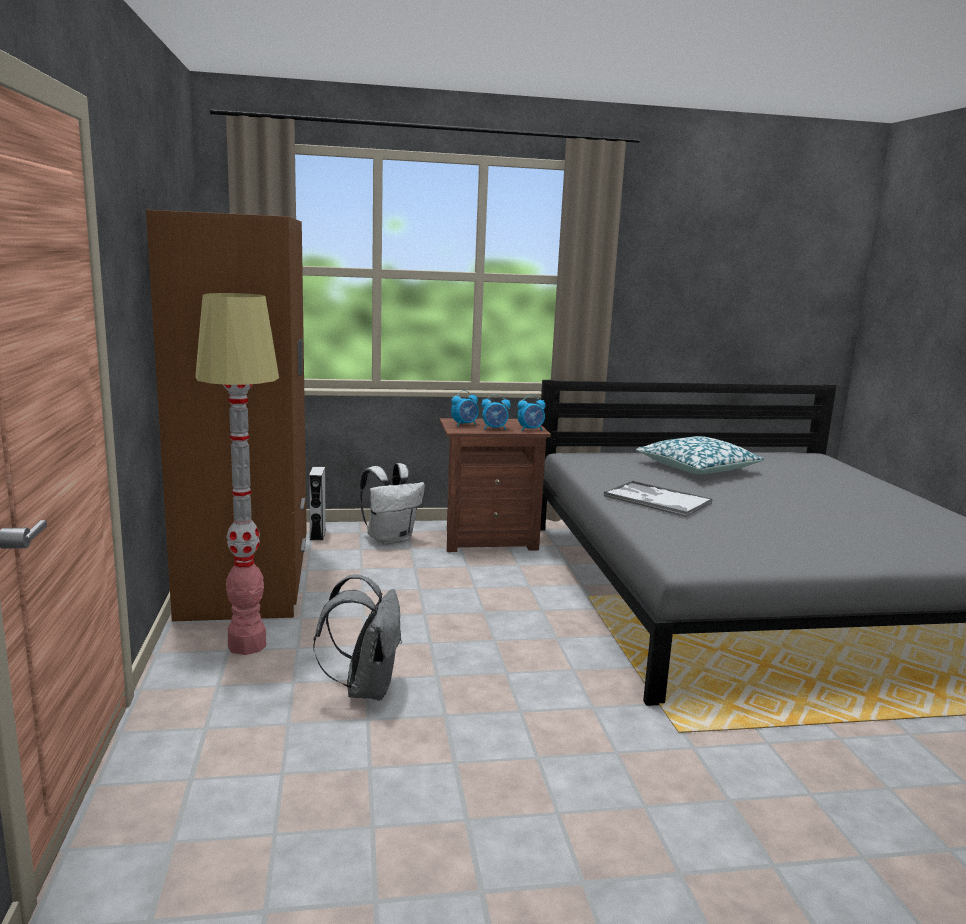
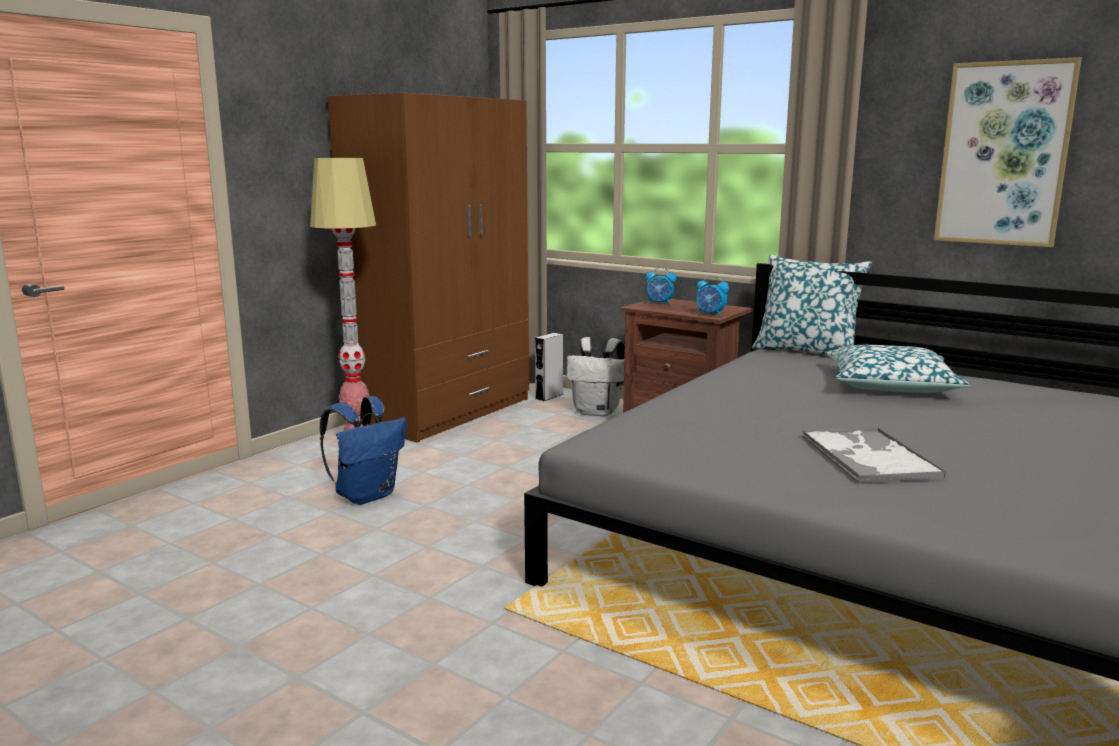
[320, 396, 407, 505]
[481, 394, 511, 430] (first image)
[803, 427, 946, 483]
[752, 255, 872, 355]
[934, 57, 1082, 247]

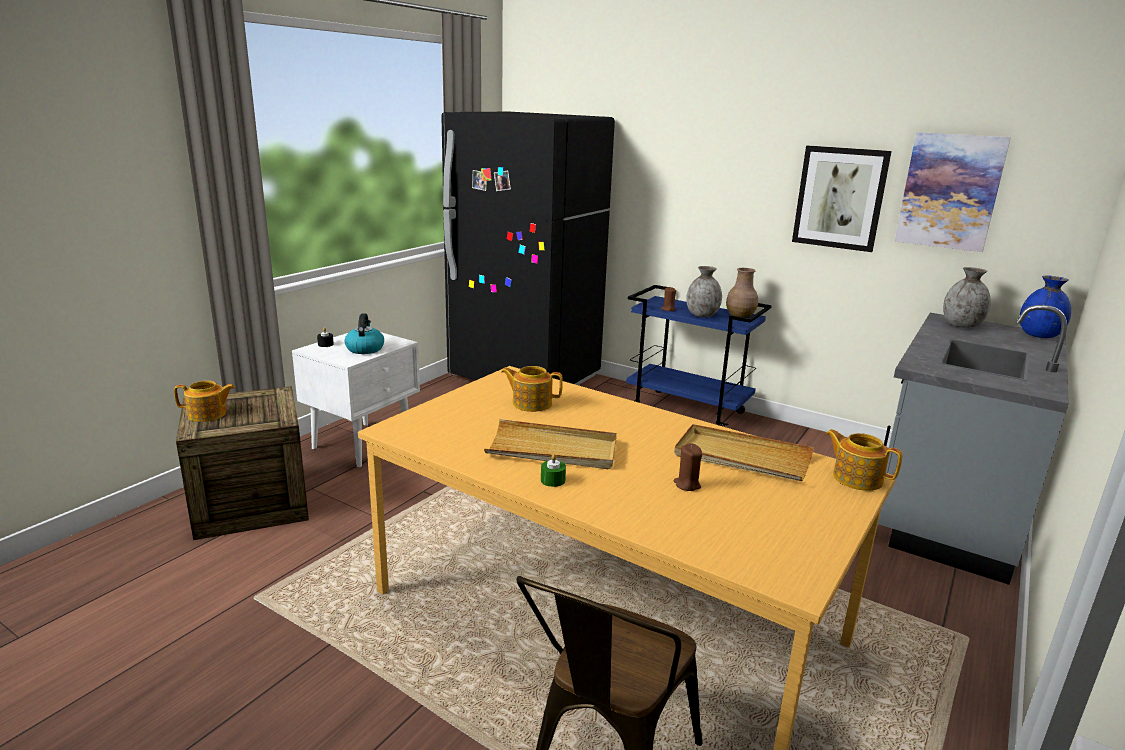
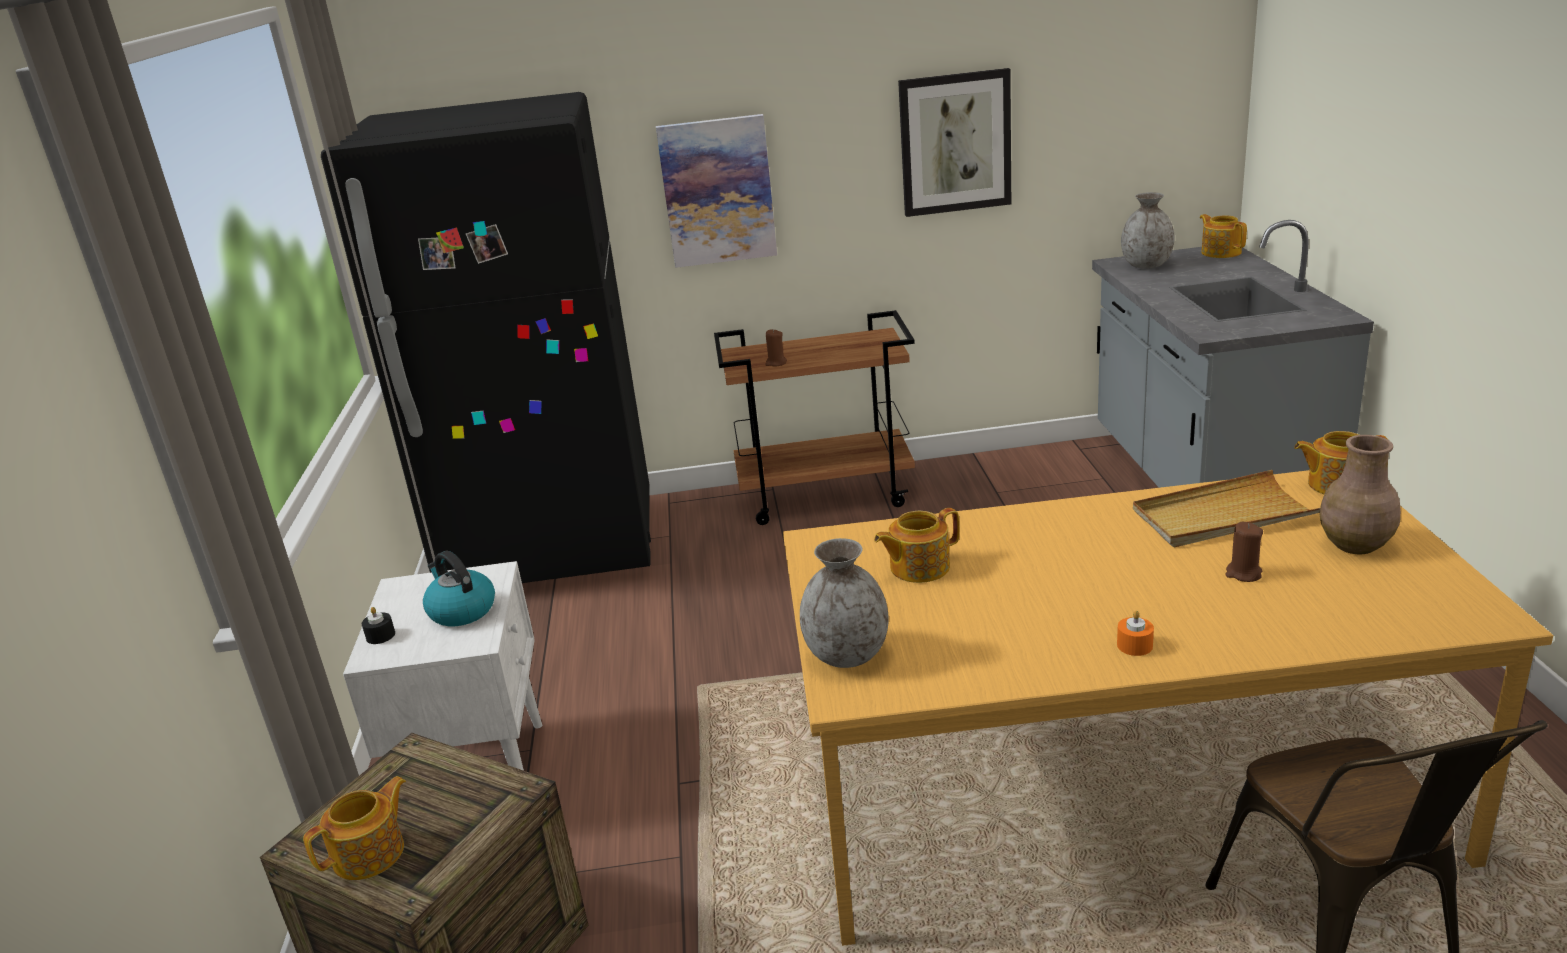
[484, 419, 617, 469] (first image)
[1117, 610, 1154, 656]
[714, 310, 915, 525]
[800, 538, 889, 668]
[1319, 435, 1401, 554]
[656, 114, 777, 268]
[1200, 214, 1247, 258]

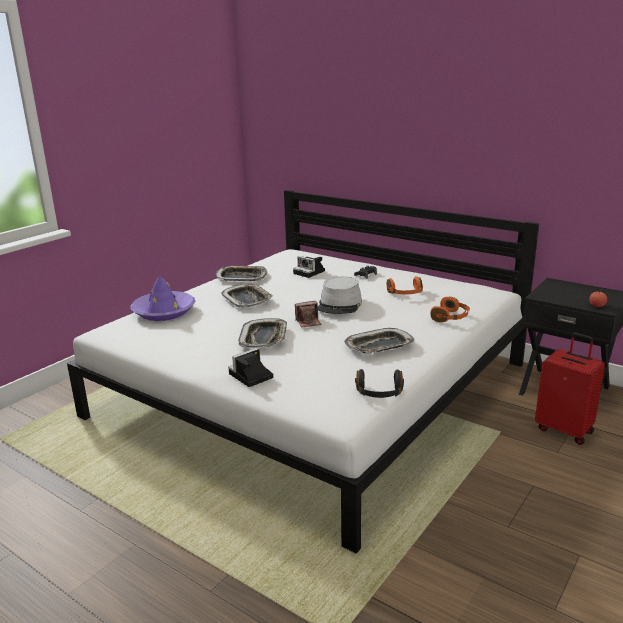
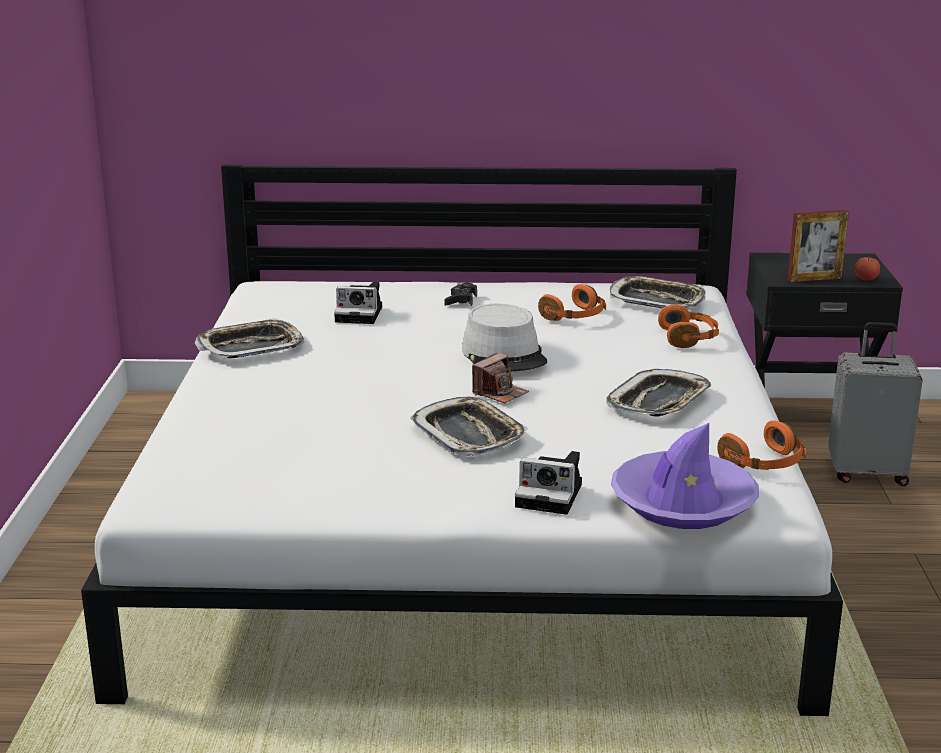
[611, 423, 759, 529]
[610, 276, 706, 310]
[515, 451, 582, 515]
[717, 421, 806, 470]
[828, 322, 923, 486]
[788, 210, 849, 282]

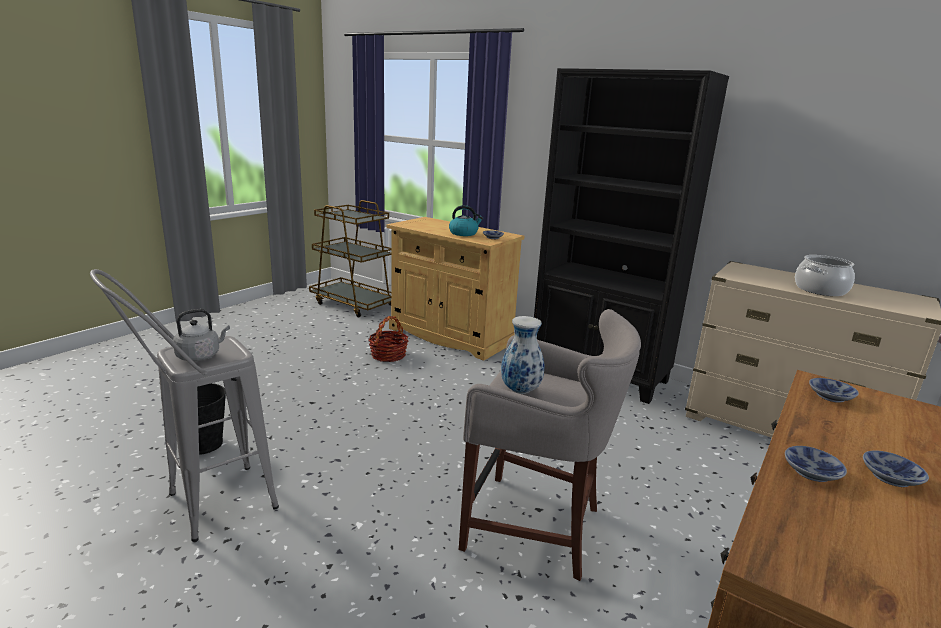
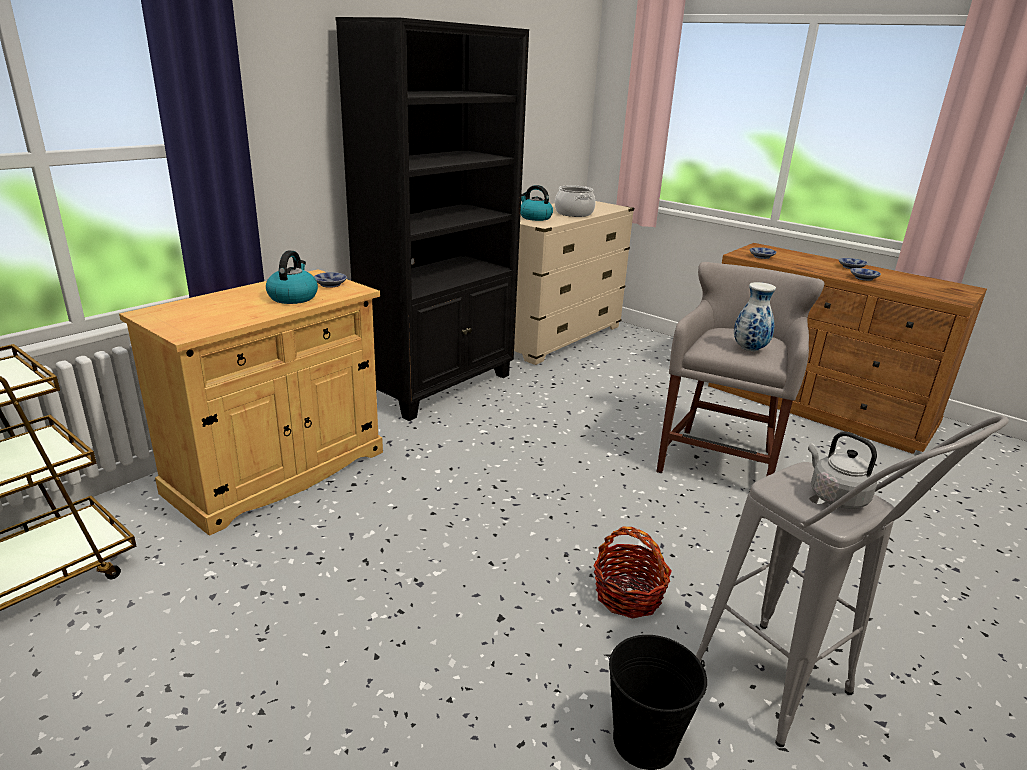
[593, 526, 672, 619]
[521, 185, 553, 221]

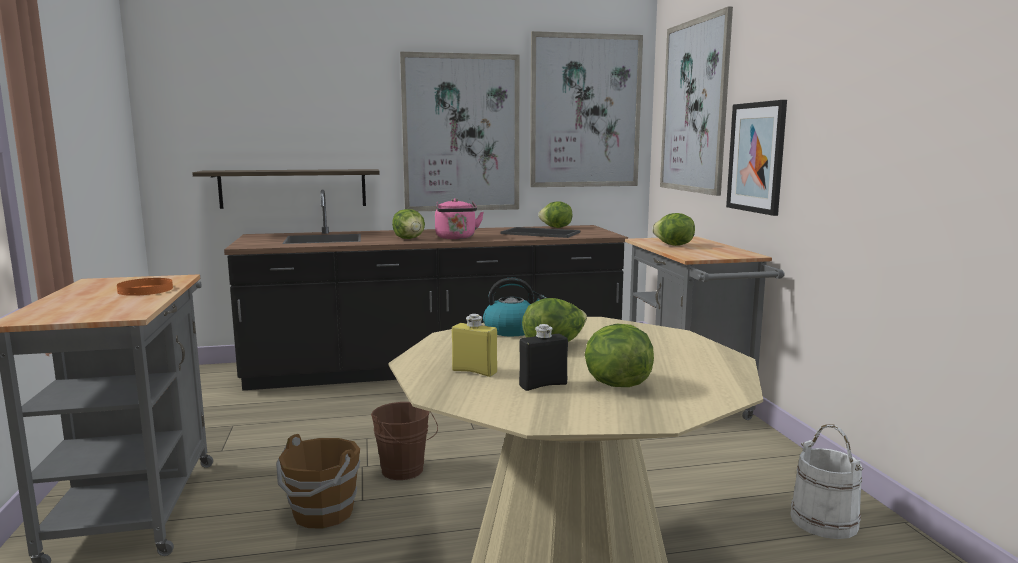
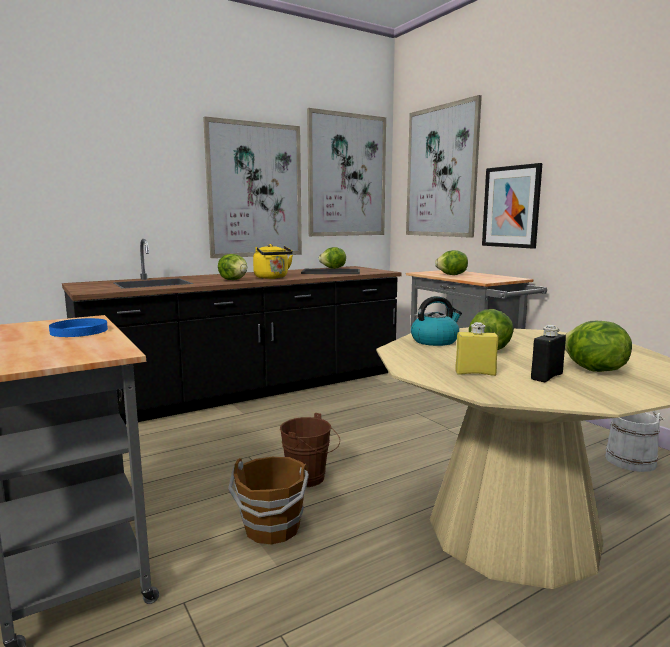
[49, 318, 108, 337]
[192, 169, 380, 209] (first image)
[253, 244, 293, 279]

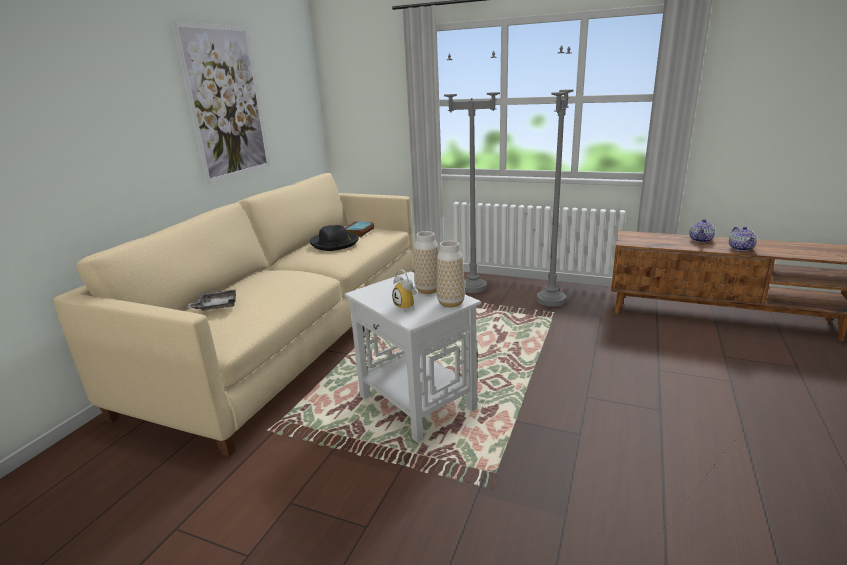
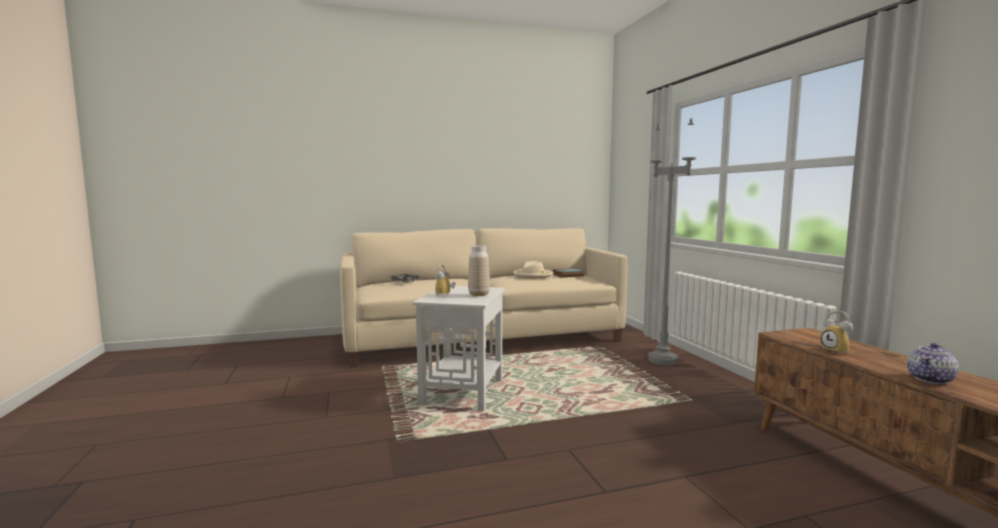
[172, 21, 270, 184] (first image)
[513, 261, 553, 279]
[436, 241, 465, 308] (first image)
[537, 45, 573, 307] (first image)
[690, 219, 715, 243] (first image)
[821, 311, 853, 354]

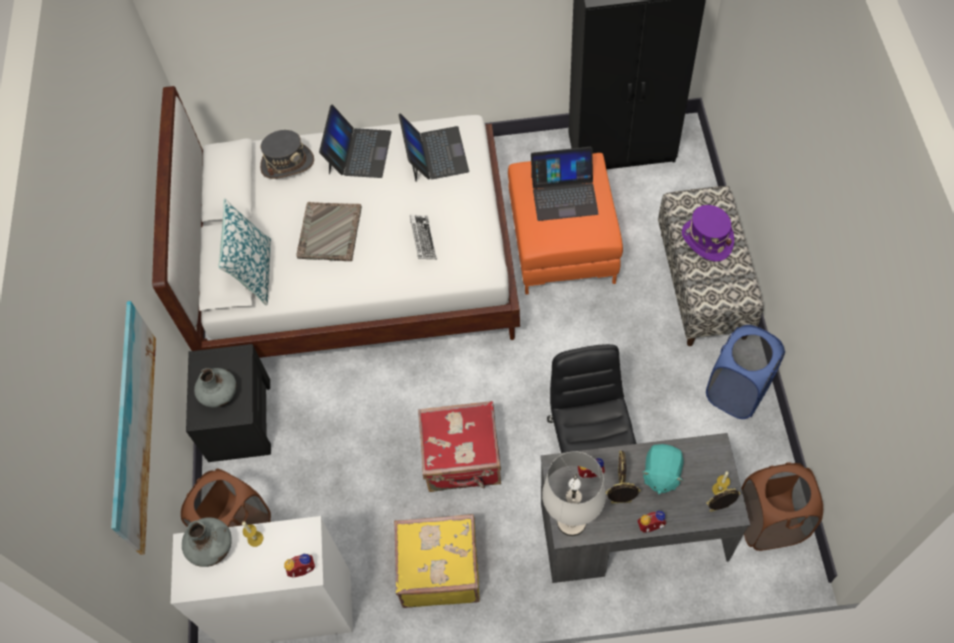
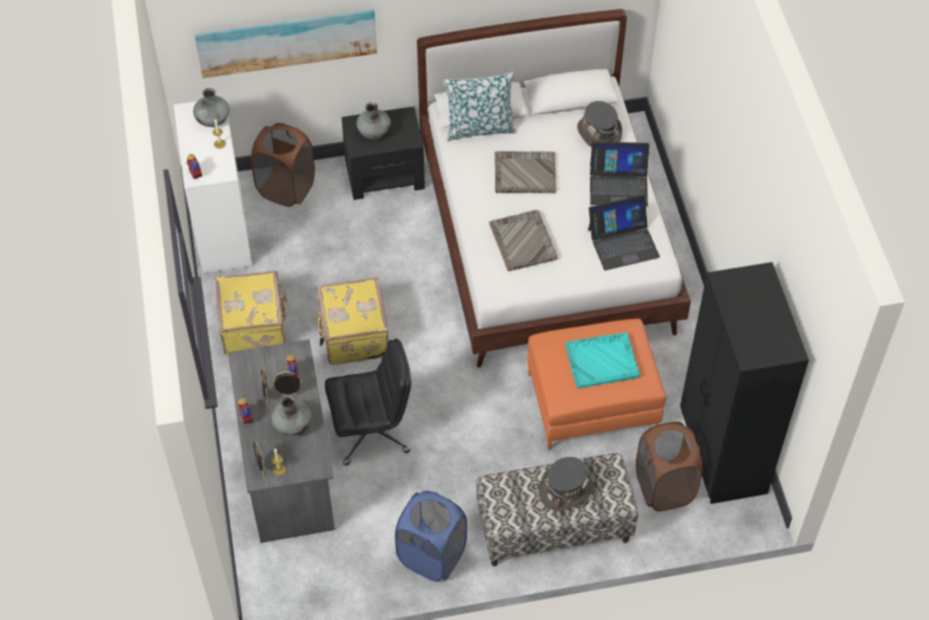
[489, 210, 558, 271]
[316, 277, 389, 365]
[565, 332, 640, 388]
[542, 452, 606, 536] (first image)
[271, 395, 311, 436]
[539, 457, 593, 511]
[636, 422, 702, 511]

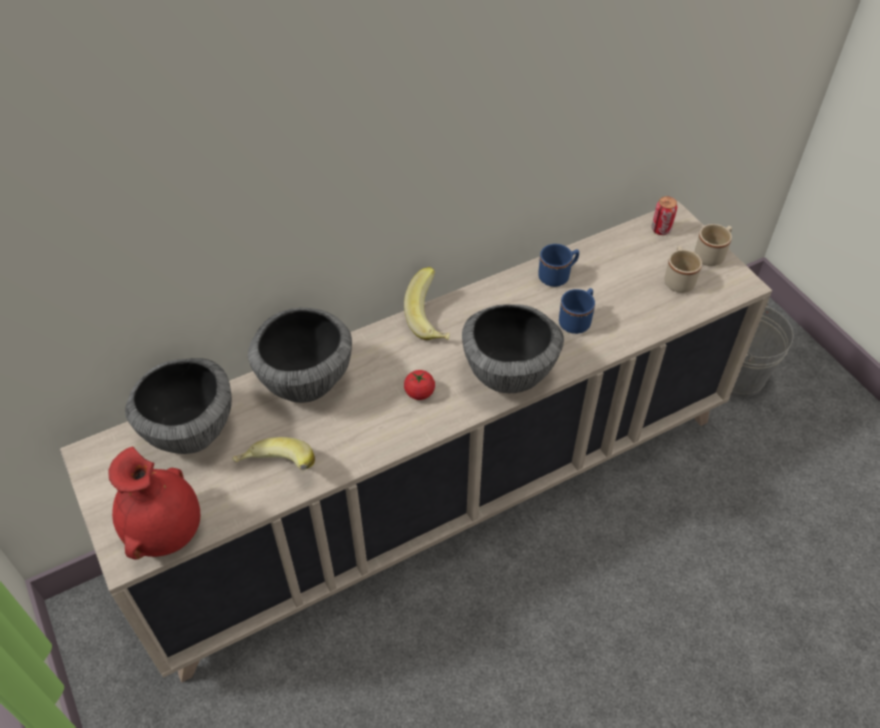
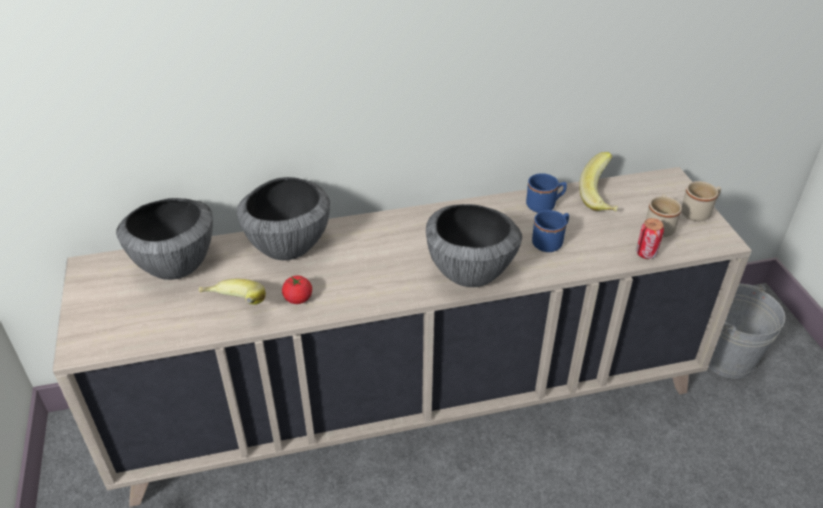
[109, 446, 200, 559] (first image)
[579, 152, 618, 212]
[282, 276, 312, 304]
[636, 218, 664, 259]

